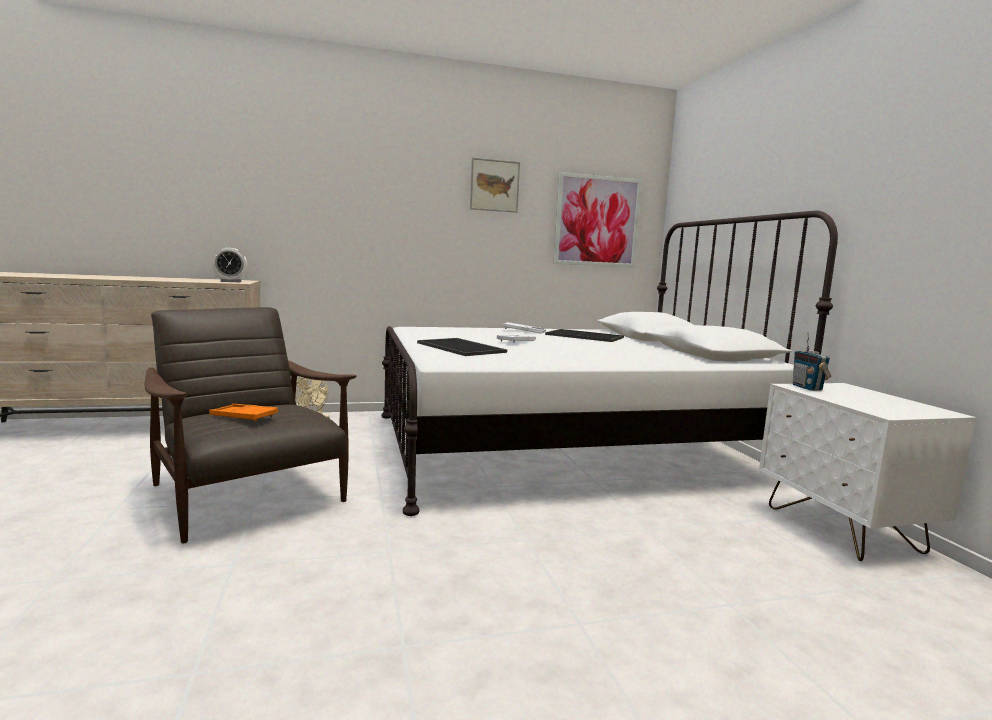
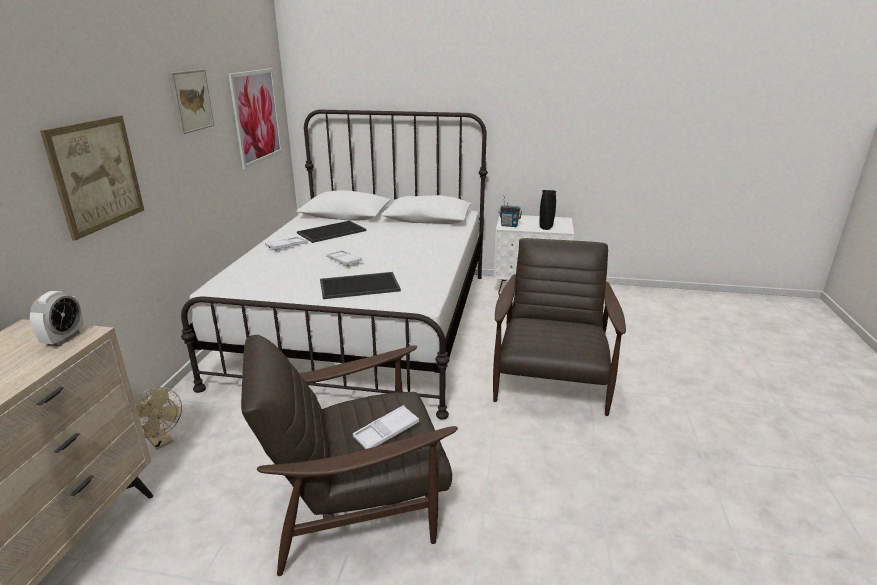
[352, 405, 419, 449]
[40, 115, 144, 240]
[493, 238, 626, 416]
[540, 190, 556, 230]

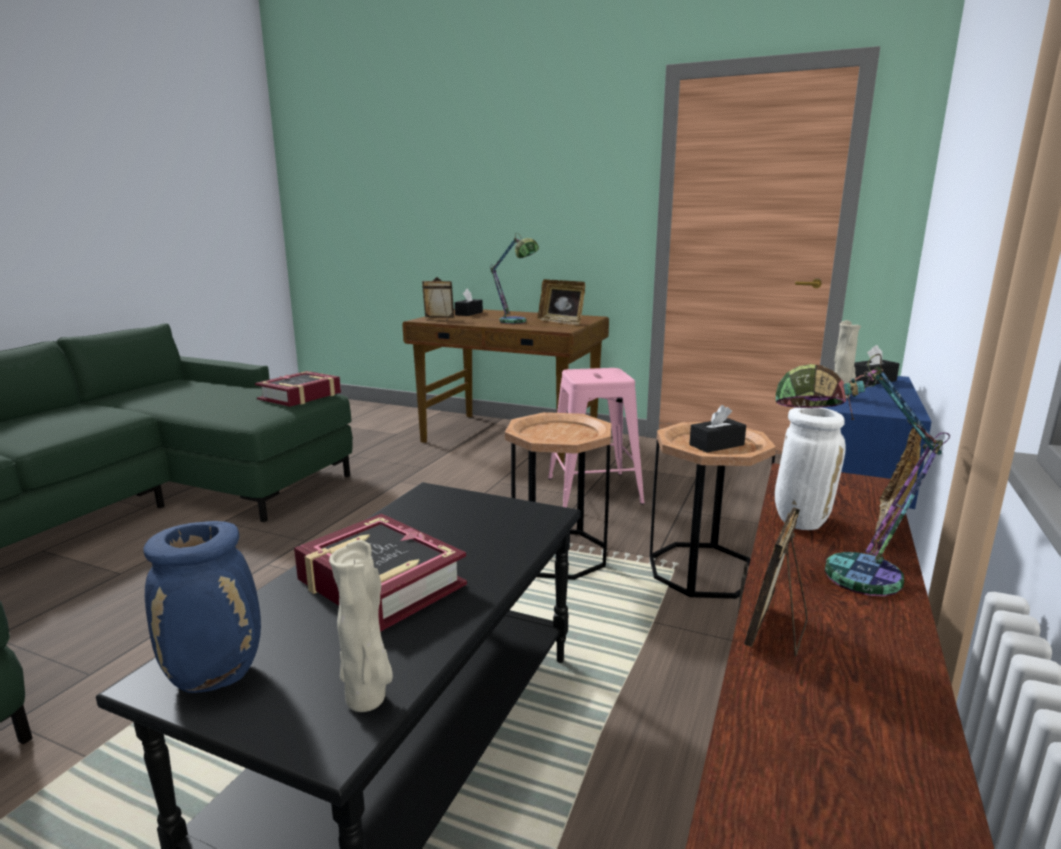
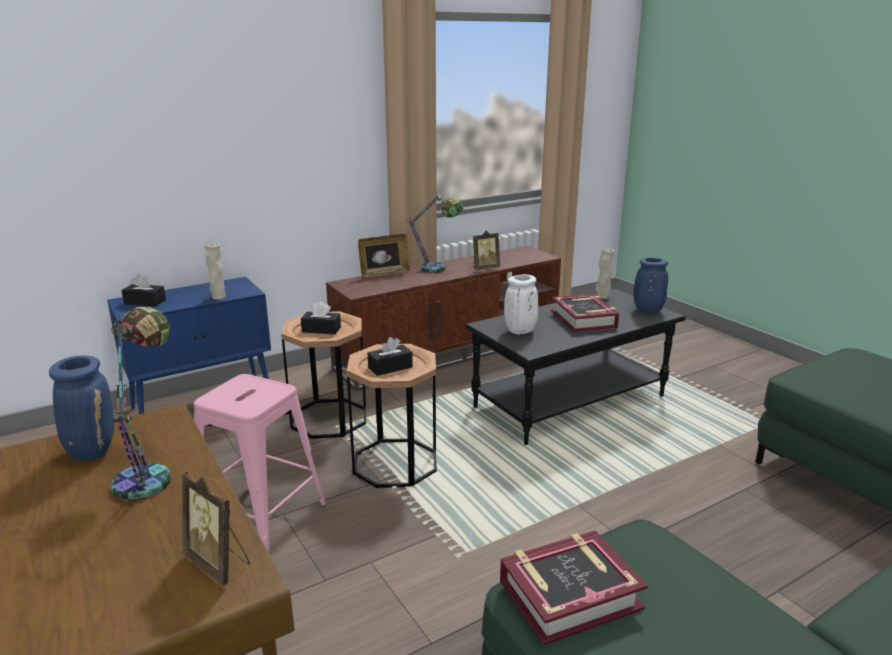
[368, 337, 413, 376]
[49, 356, 115, 461]
[504, 274, 538, 334]

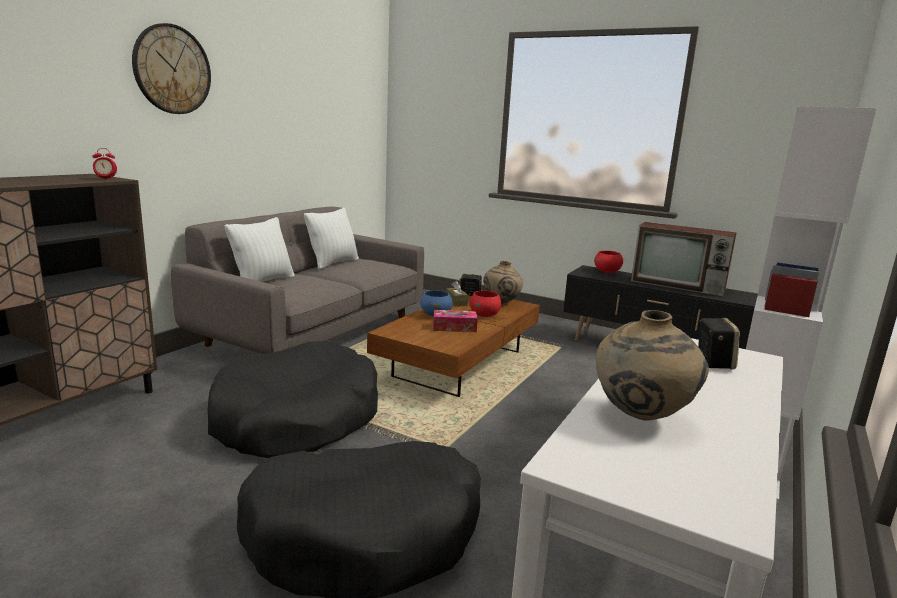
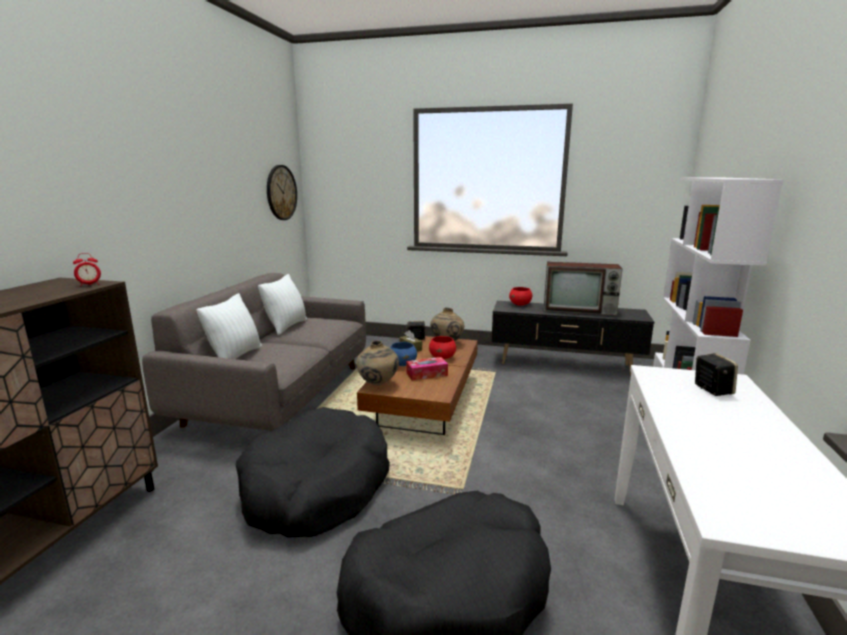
[267, 165, 297, 220]
[356, 341, 399, 385]

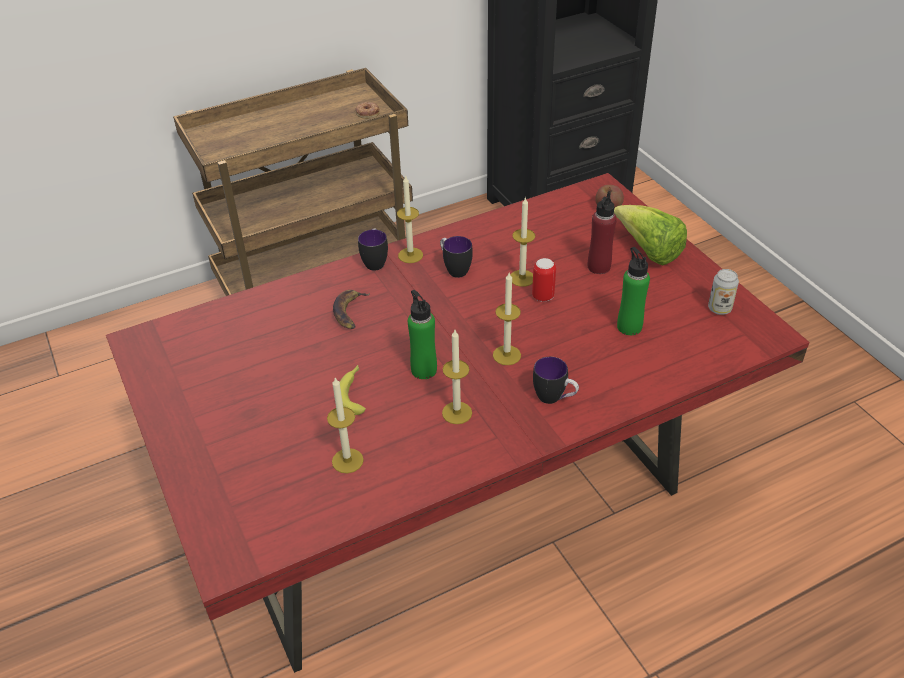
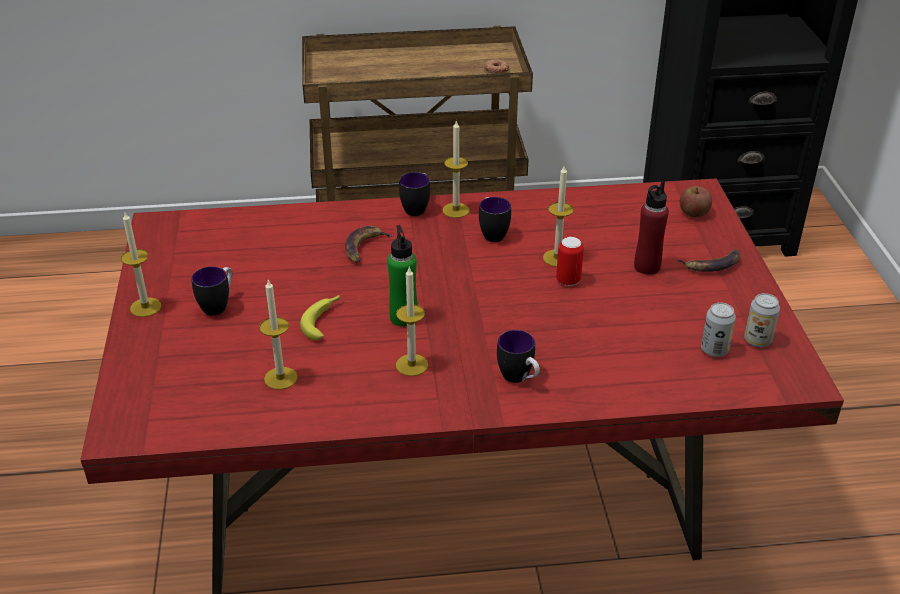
[121, 212, 161, 317]
[677, 249, 741, 272]
[617, 247, 650, 335] (first image)
[191, 266, 233, 316]
[701, 303, 736, 357]

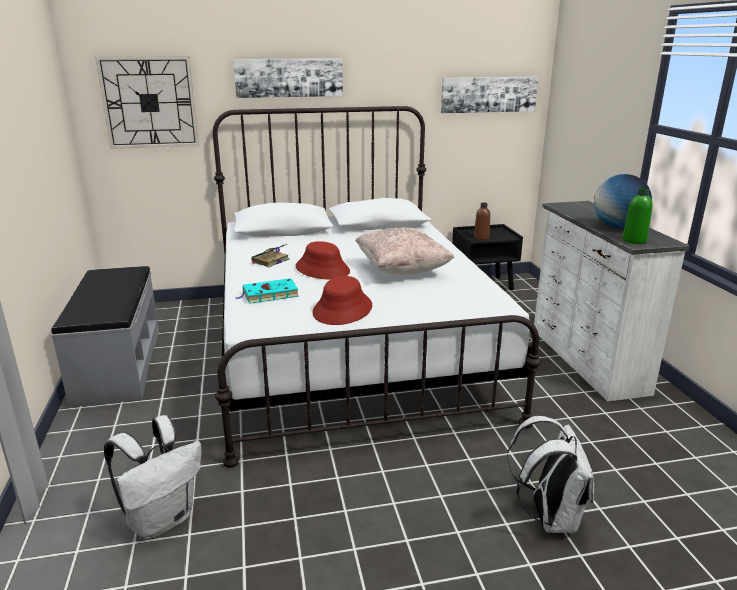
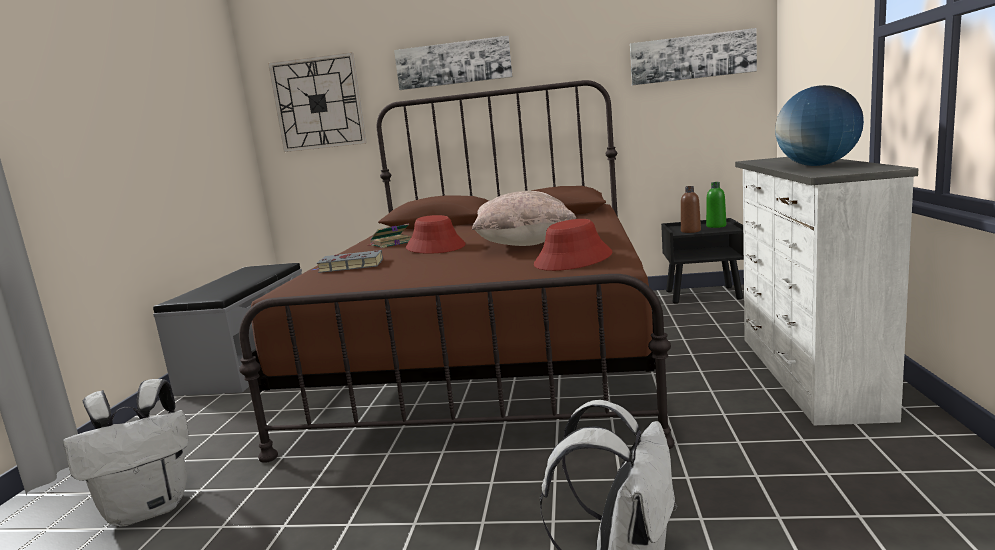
[239, 80, 674, 463]
[313, 250, 383, 273]
[534, 219, 612, 271]
[706, 182, 726, 228]

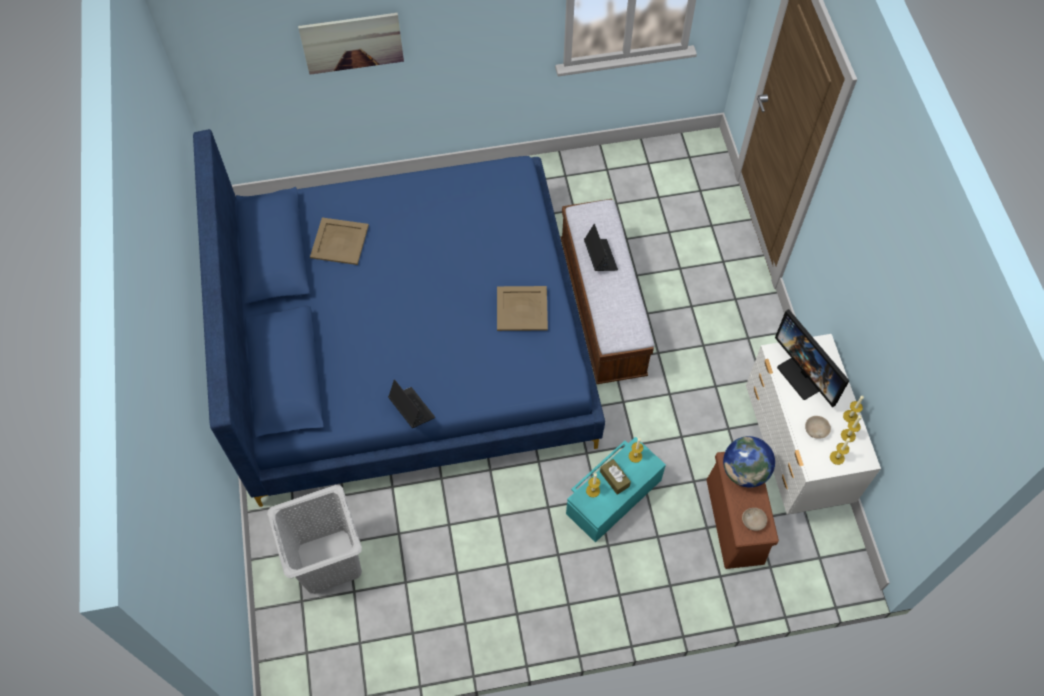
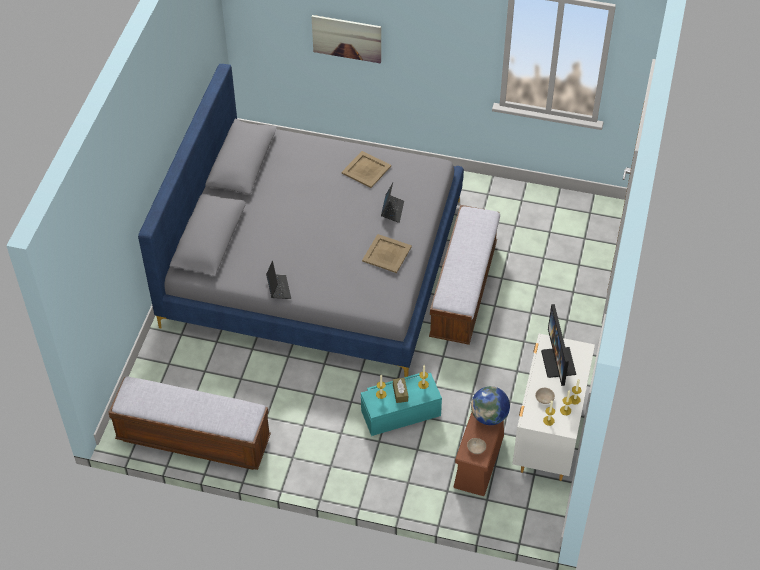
[138, 64, 464, 377]
[267, 485, 362, 594] (first image)
[342, 151, 391, 188]
[381, 183, 404, 223]
[108, 377, 271, 470]

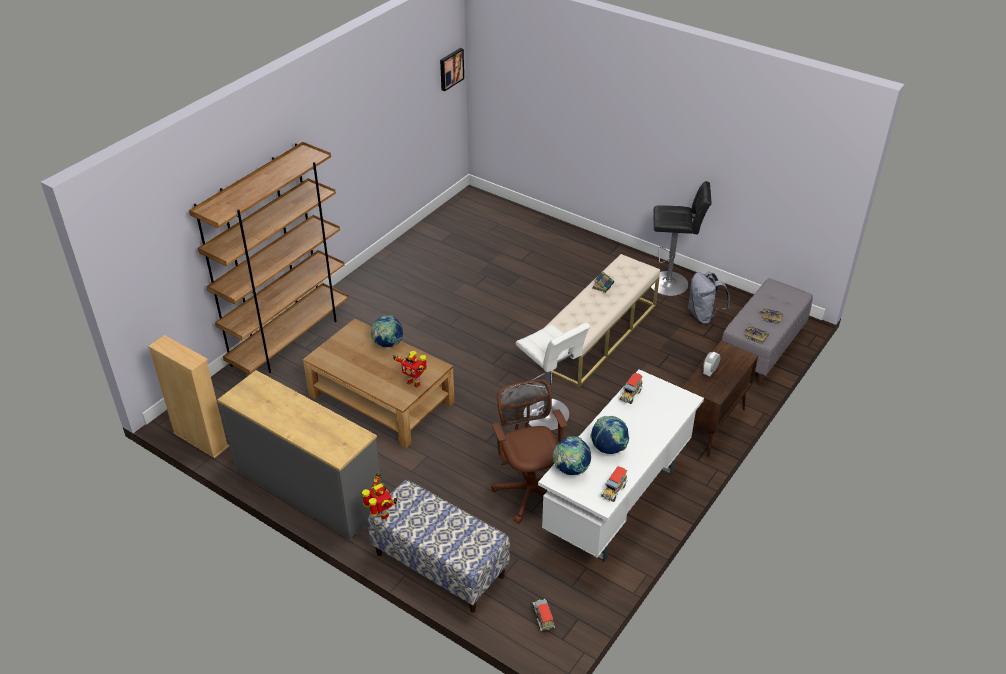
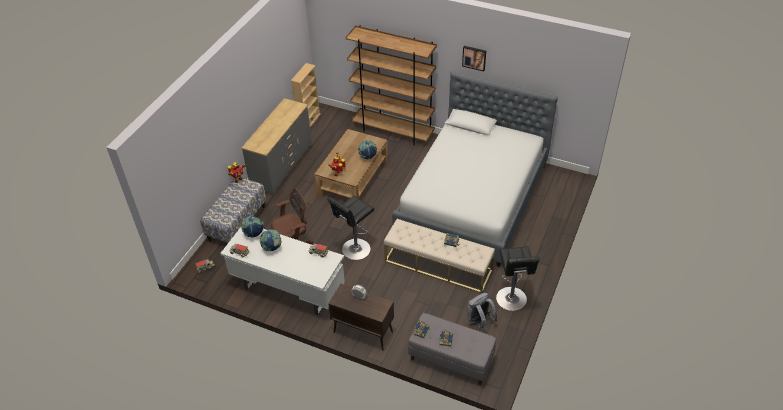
[462, 46, 486, 72]
[327, 196, 375, 260]
[392, 71, 558, 267]

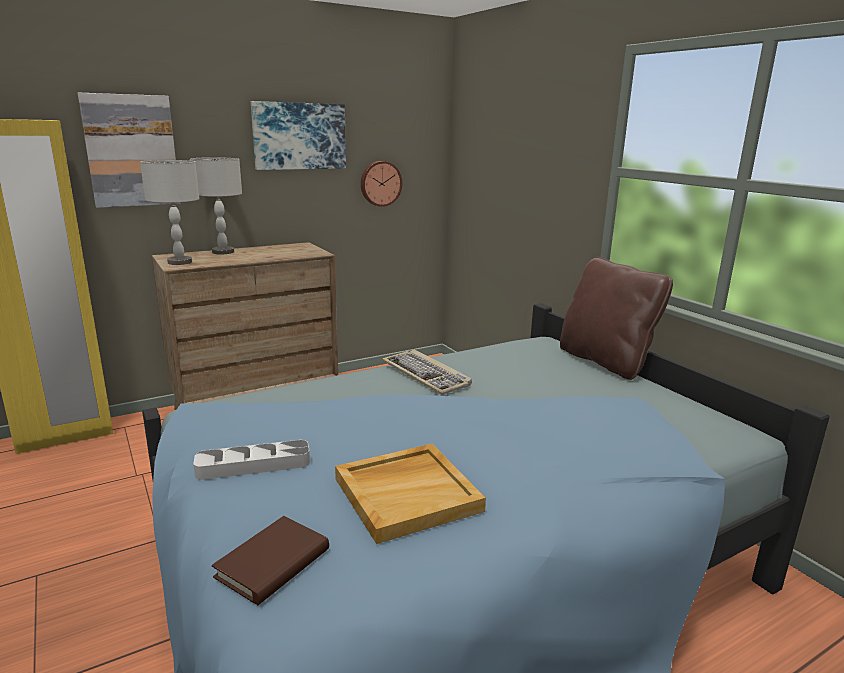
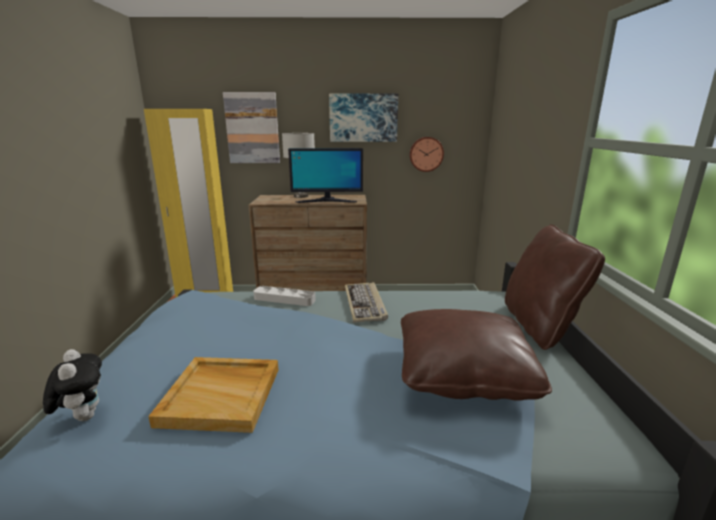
[140, 160, 200, 265] (first image)
[253, 286, 316, 306]
[43, 349, 102, 421]
[288, 148, 363, 203]
[401, 309, 552, 401]

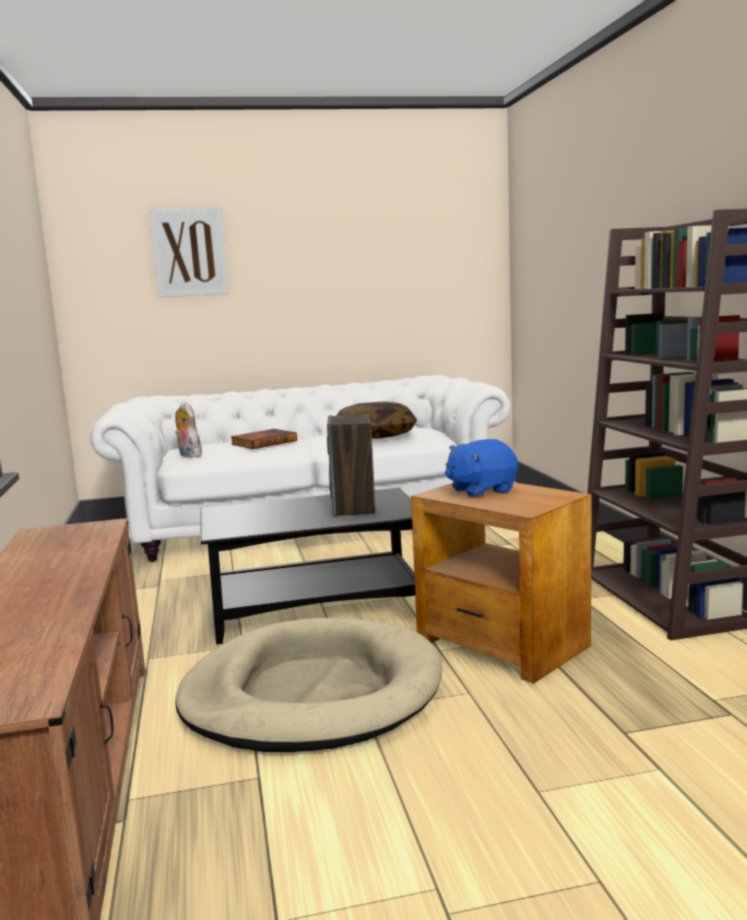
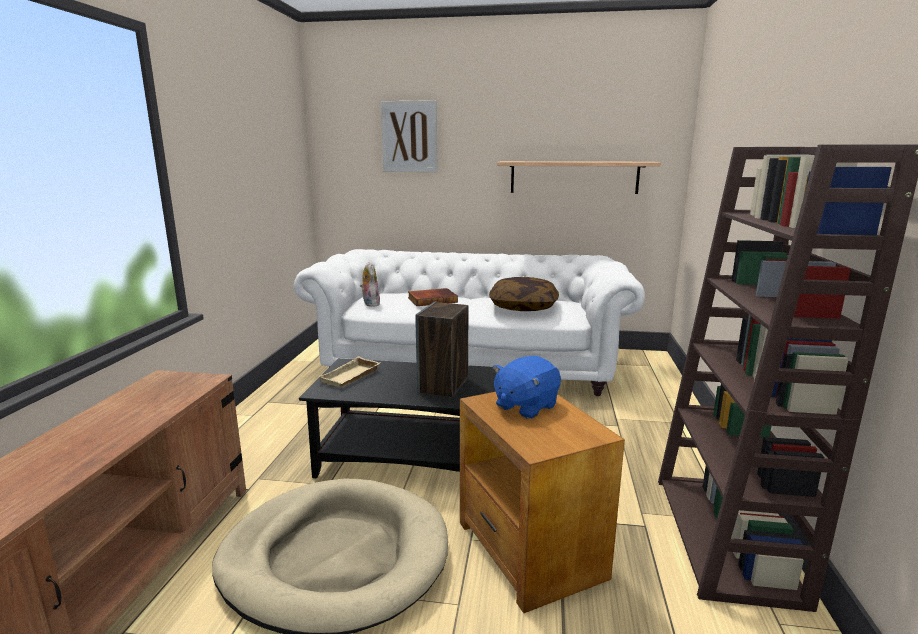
[493, 356, 561, 419]
[318, 356, 380, 387]
[497, 161, 661, 194]

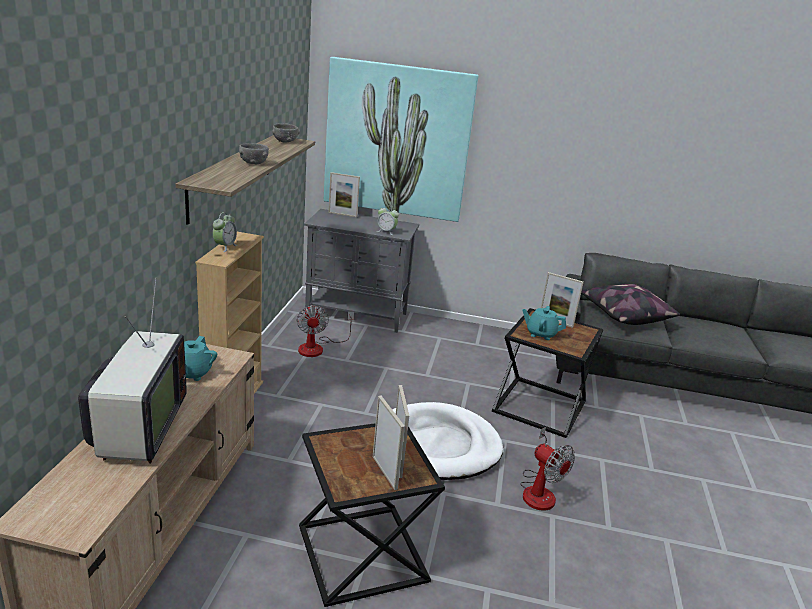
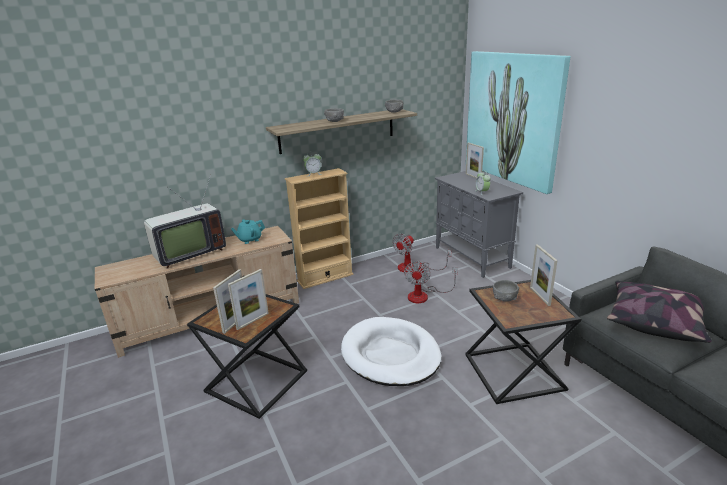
[404, 260, 458, 303]
[493, 280, 519, 302]

